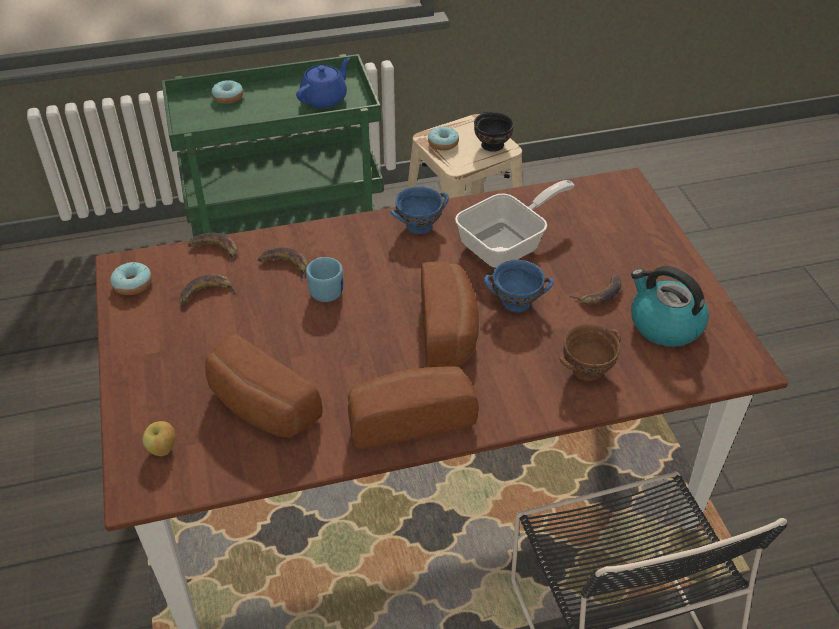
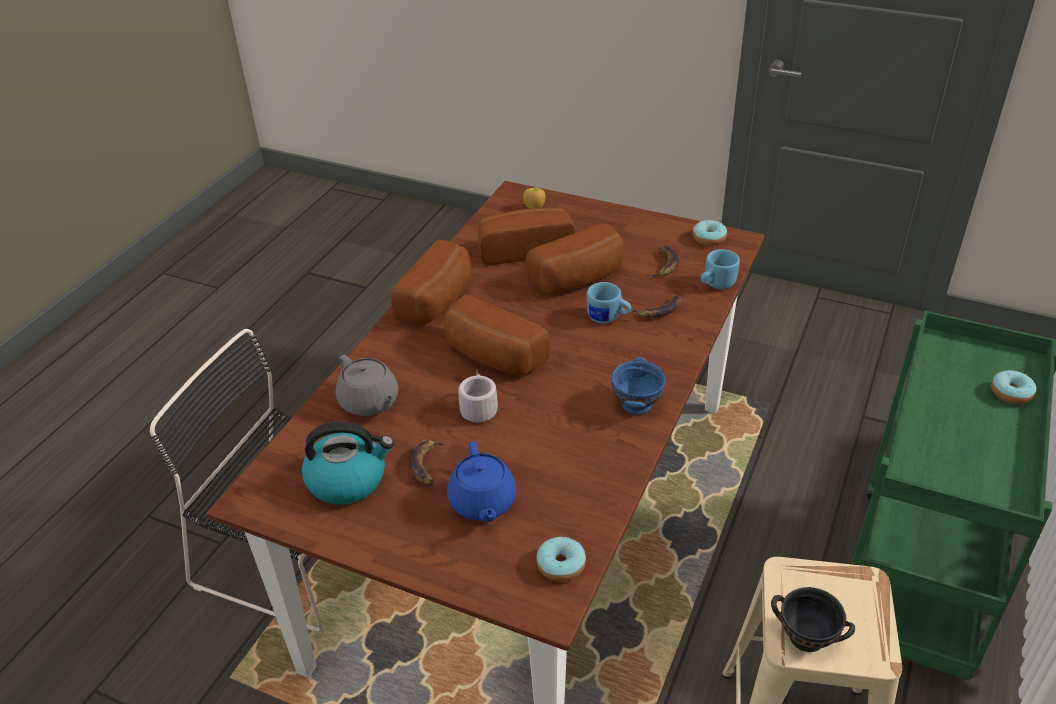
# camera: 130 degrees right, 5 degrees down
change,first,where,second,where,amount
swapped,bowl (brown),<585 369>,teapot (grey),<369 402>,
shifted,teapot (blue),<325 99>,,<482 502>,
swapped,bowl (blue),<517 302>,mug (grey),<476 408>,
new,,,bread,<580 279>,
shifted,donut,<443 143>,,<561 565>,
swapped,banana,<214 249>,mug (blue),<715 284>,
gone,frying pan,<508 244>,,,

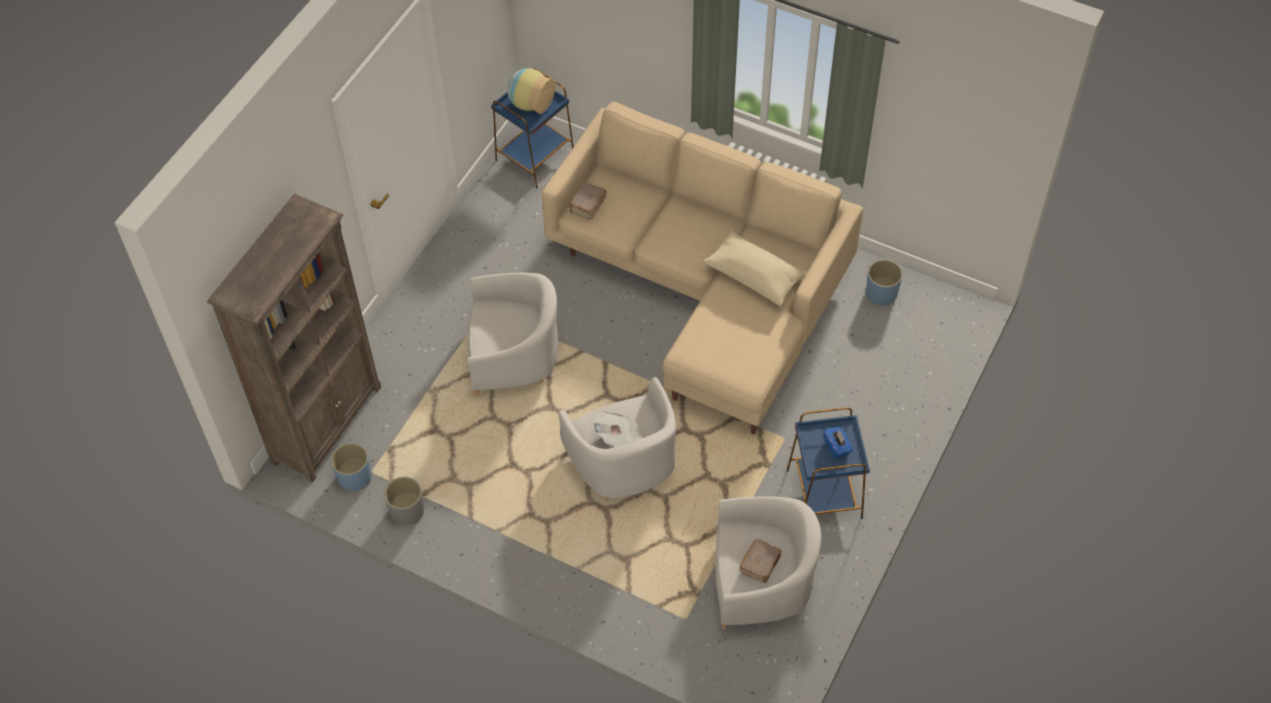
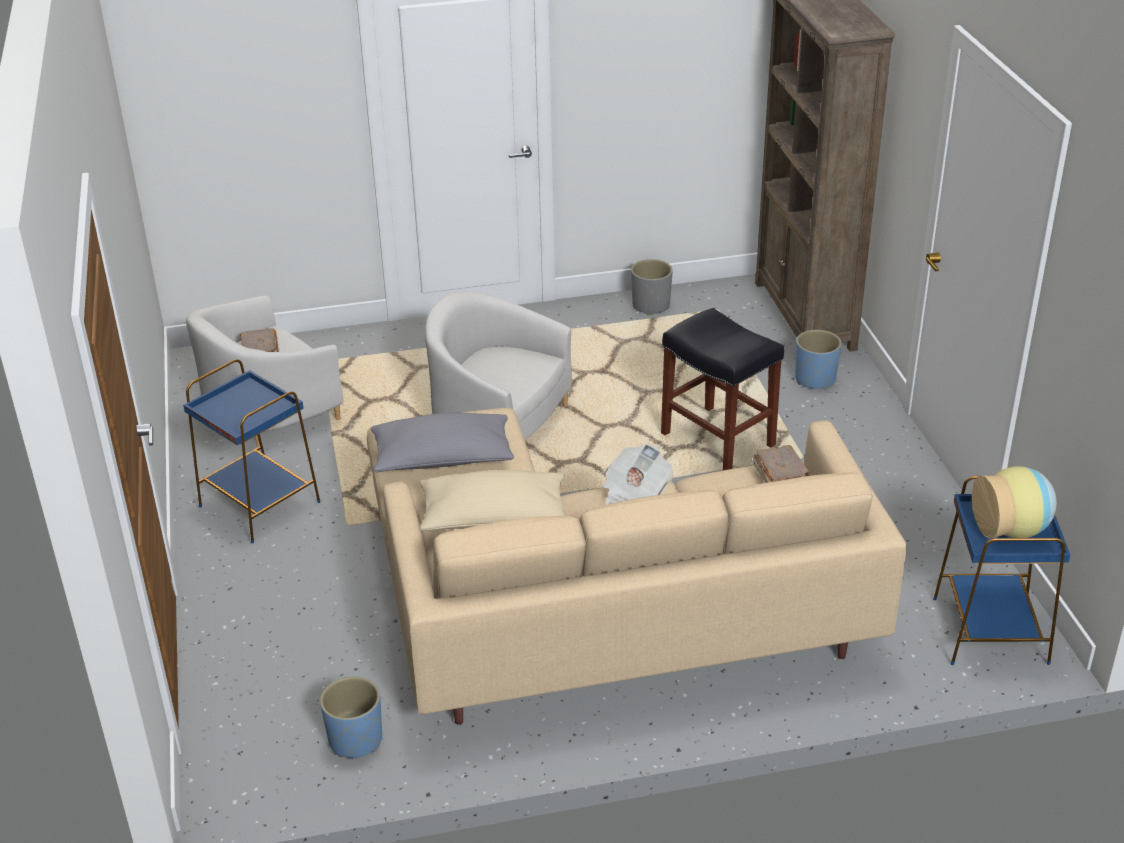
# camera: 140 degrees right, 20 degrees down
change,first,where,second,where,amount
new,,,pillow (grey),<443 459>,
shifted,newspaper,<617 436>,,<634 497>,
swapped,armchair (white),<513 357>,stool (black),<716 439>,
shifted,planter (blue),<354 477>,,<815 379>,
gone,tissue box (blue),<837 447>,,,

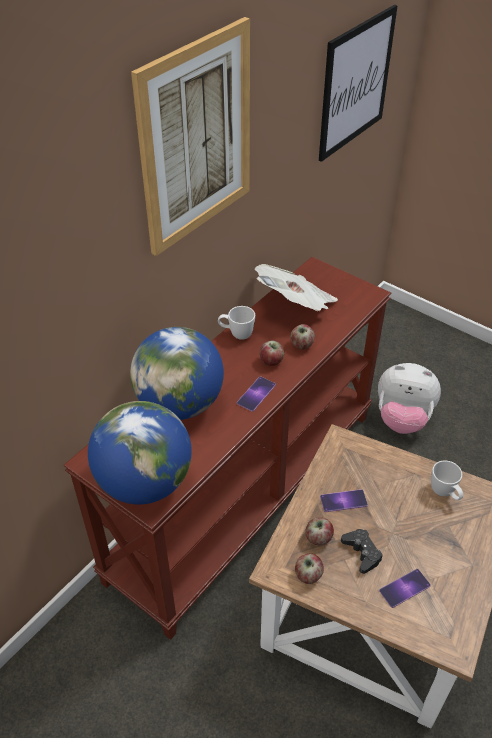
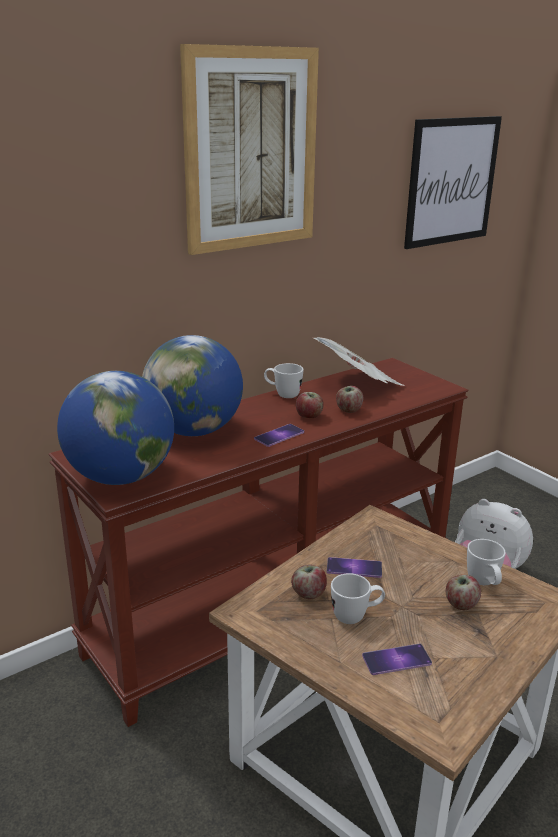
# camera: 15 degrees right, 20 degrees down
change,first,where,second,where,amount
swapped,game controller (black),<362 553>,mug (white),<356 616>,
shifted,apple,<308 575>,,<460 604>,

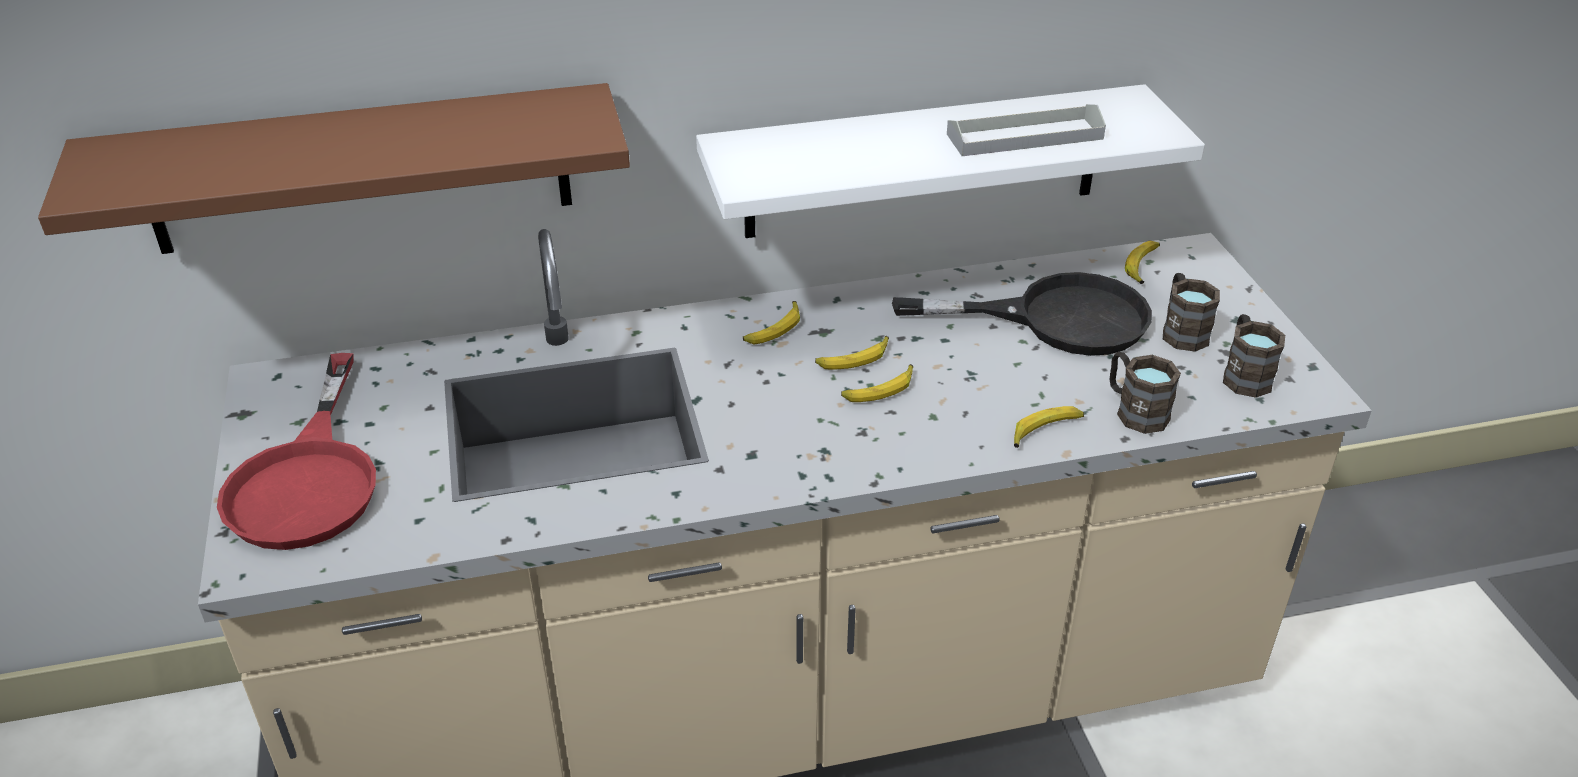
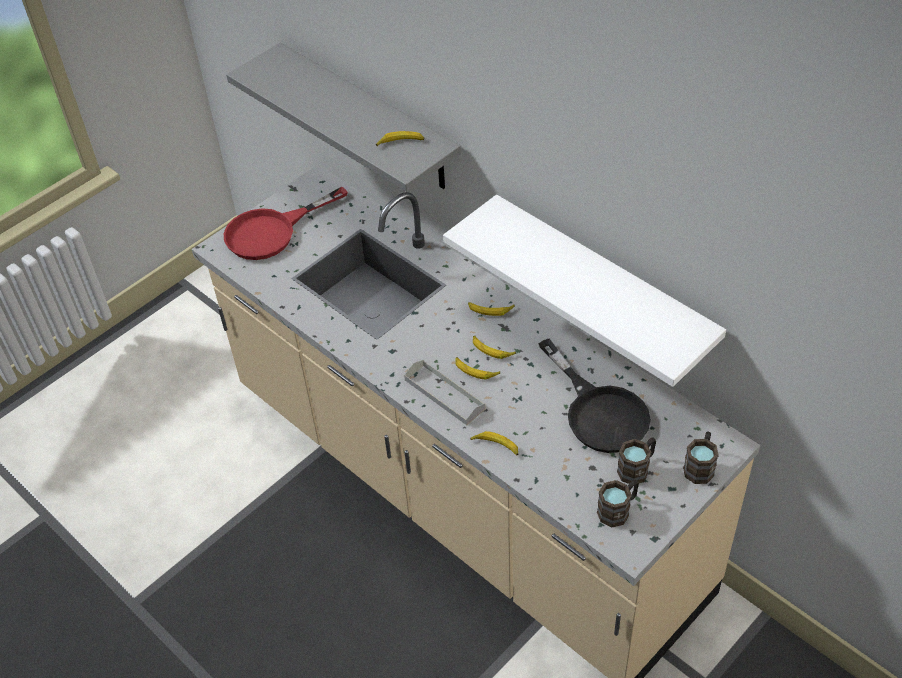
# camera: 60 degrees right, 10 degrees up
change,first,where,second,where,amount
repainted,shelf (brown),<359 169>,shelf (grey),<369 118>,
shifted,banana,<1142 266>,,<400 142>,
shifted,tray (grey),<1024 136>,,<444 394>,
shifted,mug (brown),<1134 410>,,<700 466>,

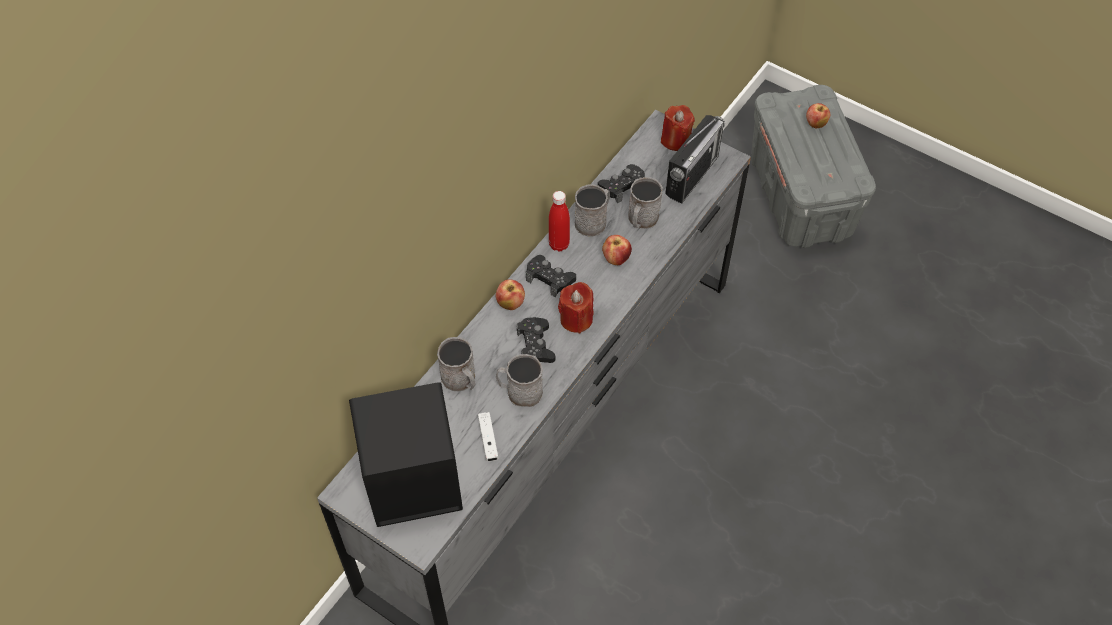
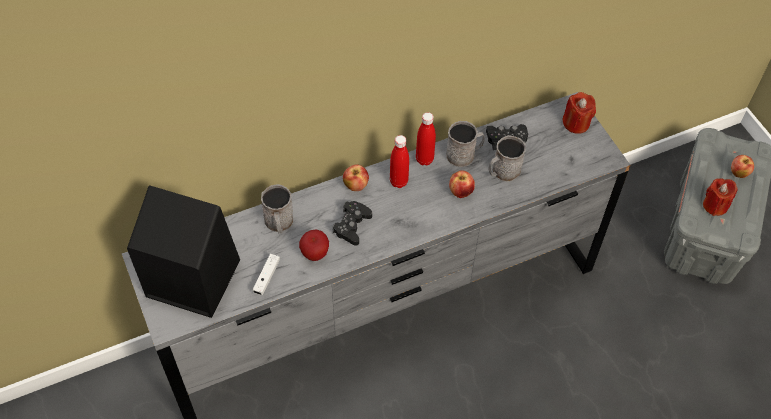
# camera: 30 degrees right, 0 degrees up
change,first,where,second,where,amount
swapped,mug (grey),<519 392>,apple,<315 254>,
swapped,game controller (black),<550 279>,bottle (red),<398 182>,
shifted,candle (red),<576 319>,,<715 205>,
gone,radio,<692 176>,,,

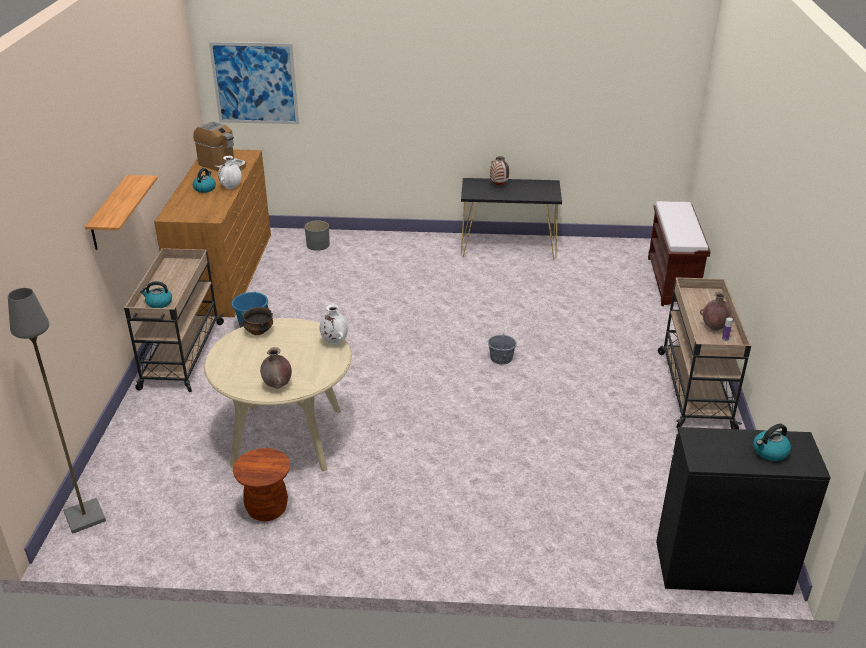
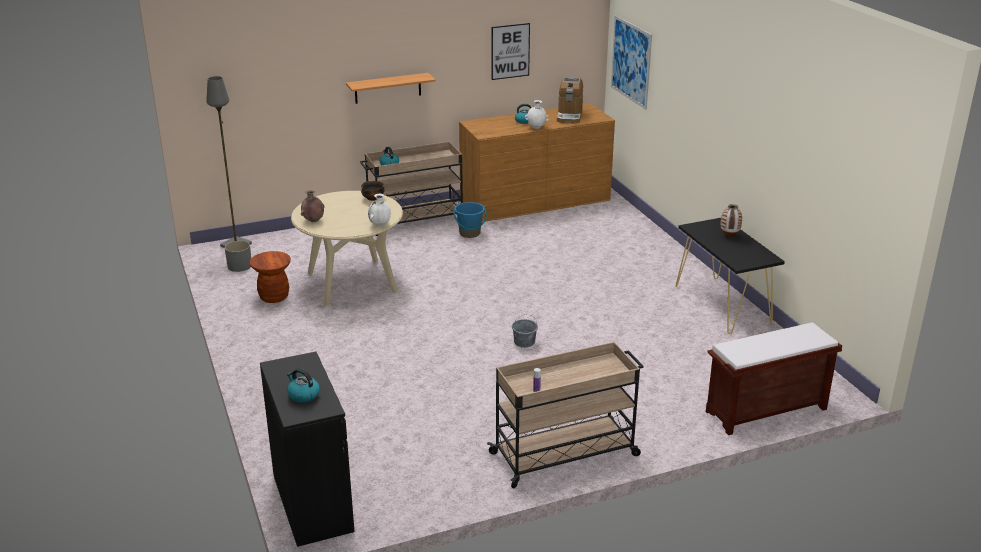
# camera: 65 degrees right, 5 degrees down
change,first,where,second,where,amount
shifted,planter (grey),<318 245>,,<240 266>,
new,,,picture,<510 51>,
gone,vase (brown),<714 328>,,,

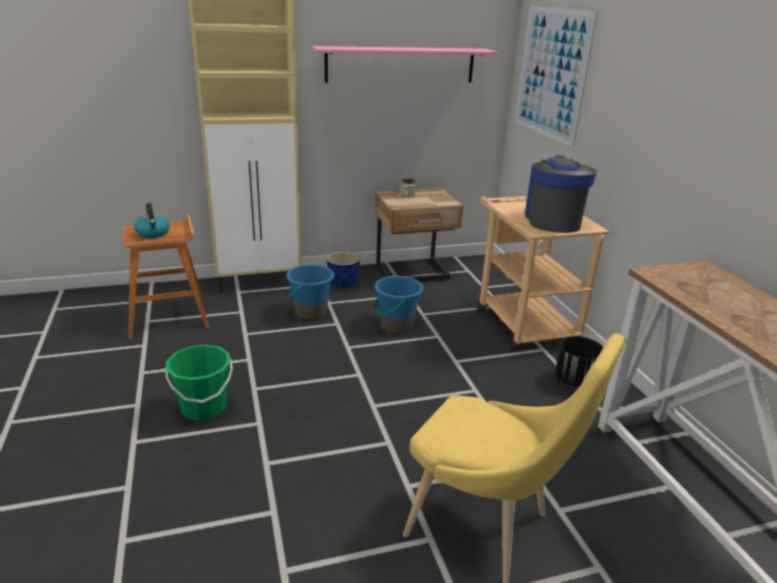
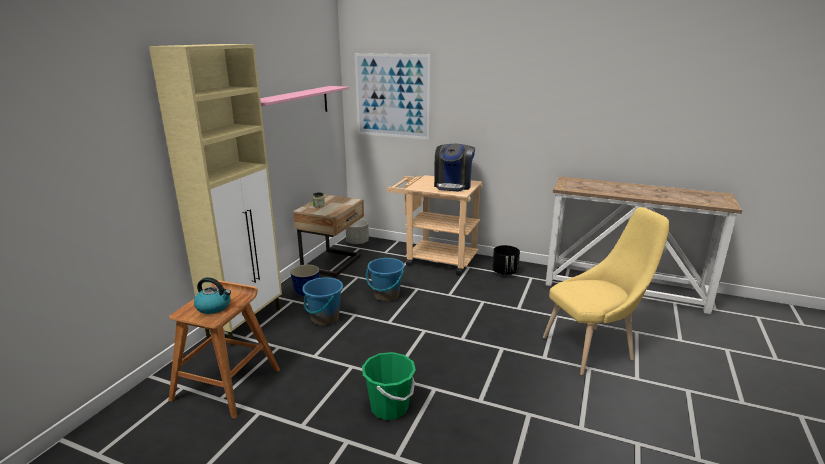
# camera: 50 degrees left, 5 degrees down
change,first,where,second,where,amount
new,,,planter (grey),<357 242>,
rotated,coffee machine,<553 220>,,<453 185>,120 degrees counterclockwise

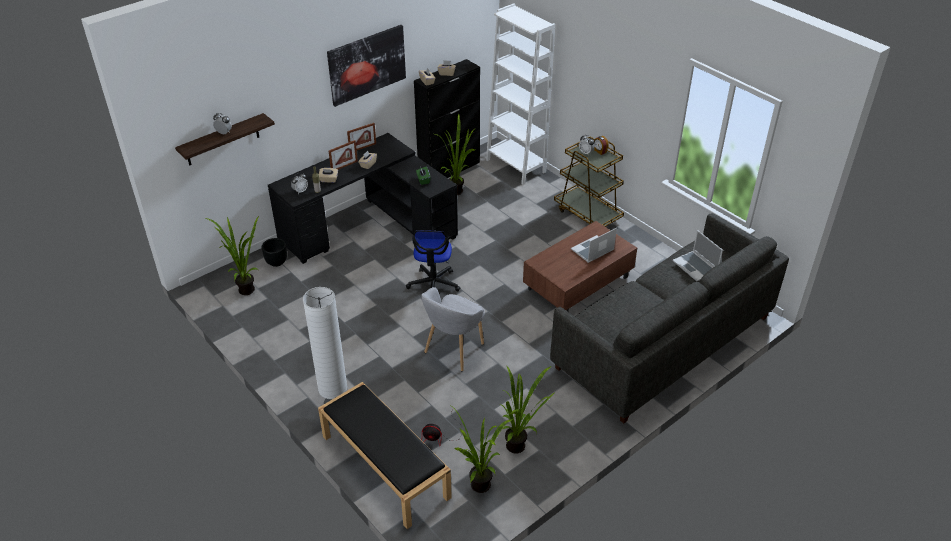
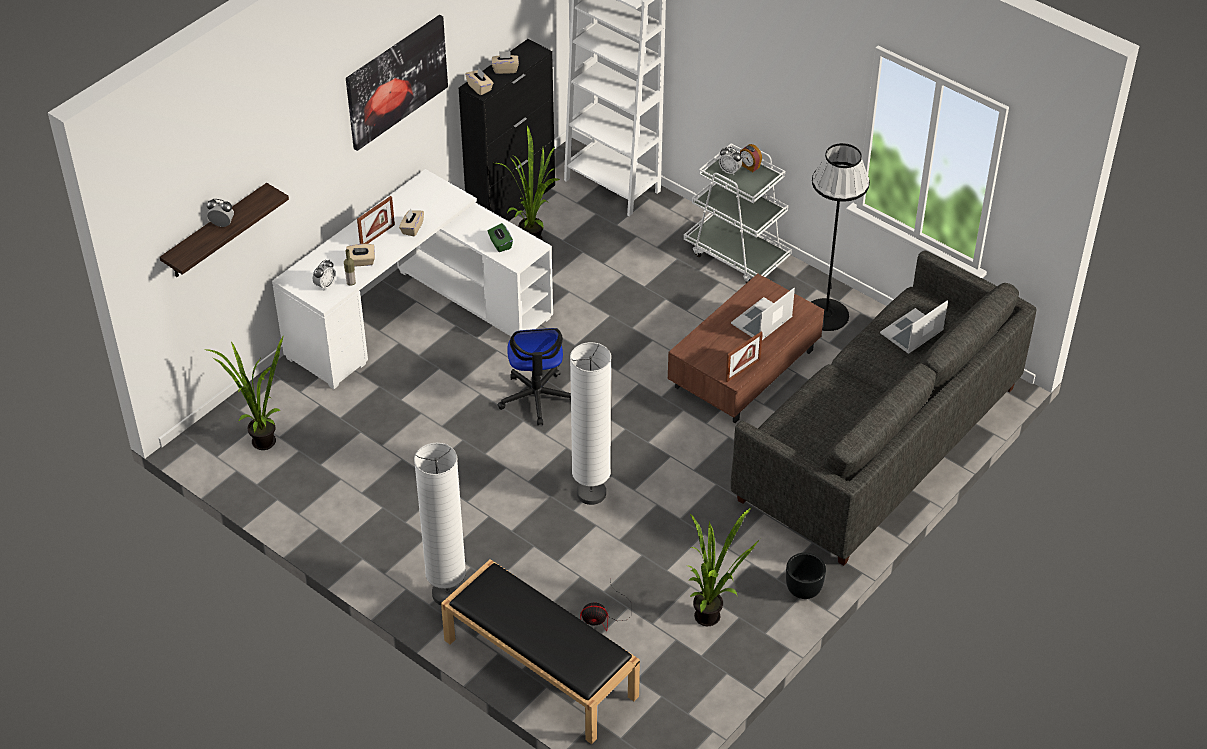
# camera: 10 degrees left, 5 degrees up
change,first,where,second,where,amount
repainted,desk (black),<369 226>,desk (white),<415 314>,
swapped,armchair (grey),<453 350>,floor lamp (white),<591 493>,
repainted,cart (brown),<588 214>,cart (white),<737 255>,
shifted,picture frame,<362 148>,,<743 370>,
shifted,planter (black),<276 262>,,<803 590>,
new,,,floor lamp (black),<826 314>,
rotated,laptop,<696 267>,,<912 333>,90 degrees clockwise
gone,potted plant,<480 489>,,,

